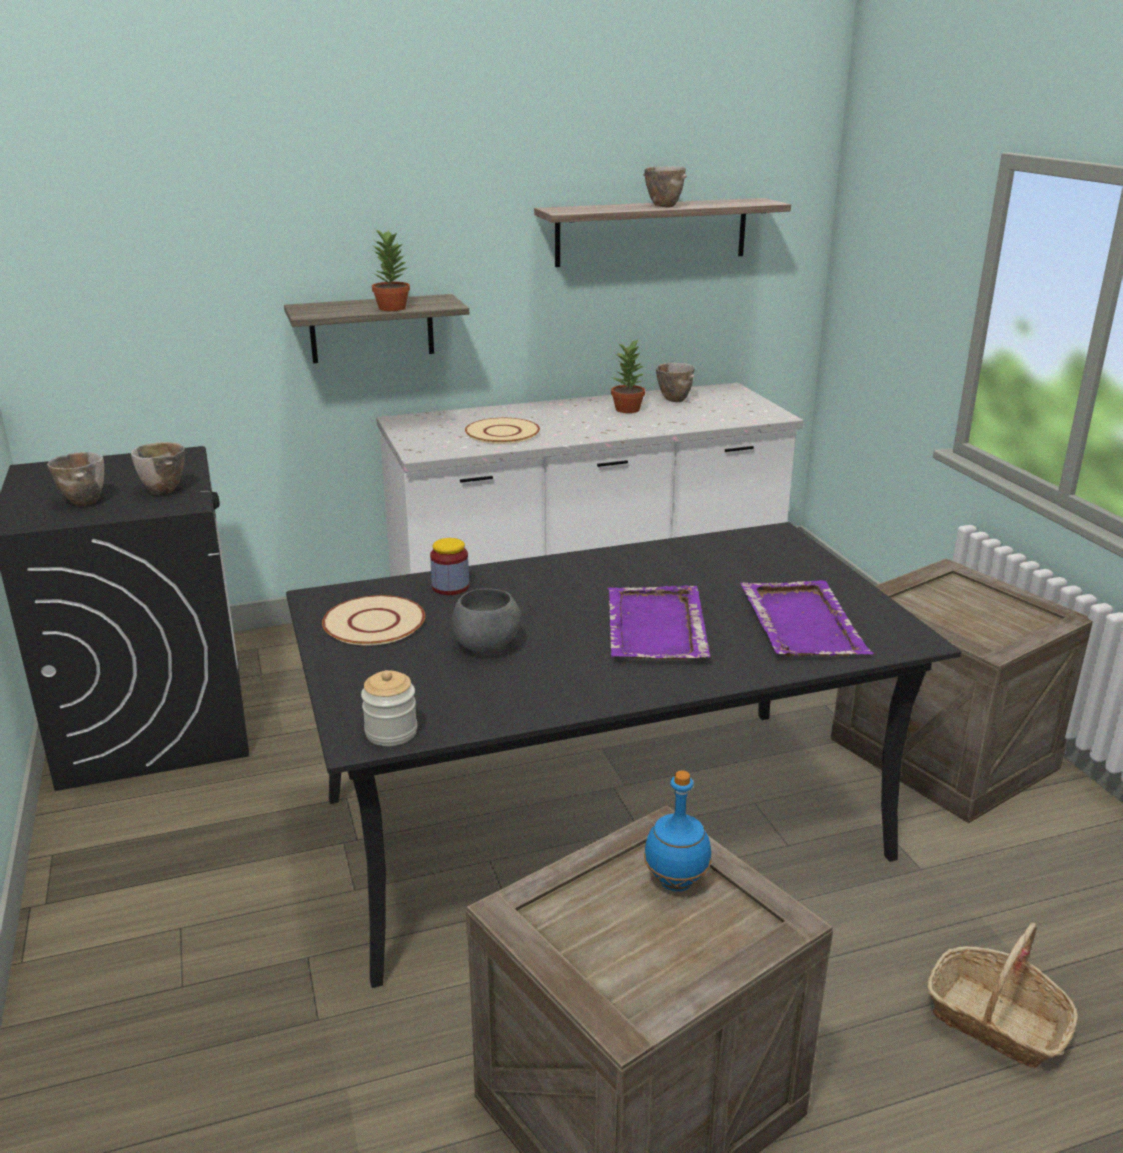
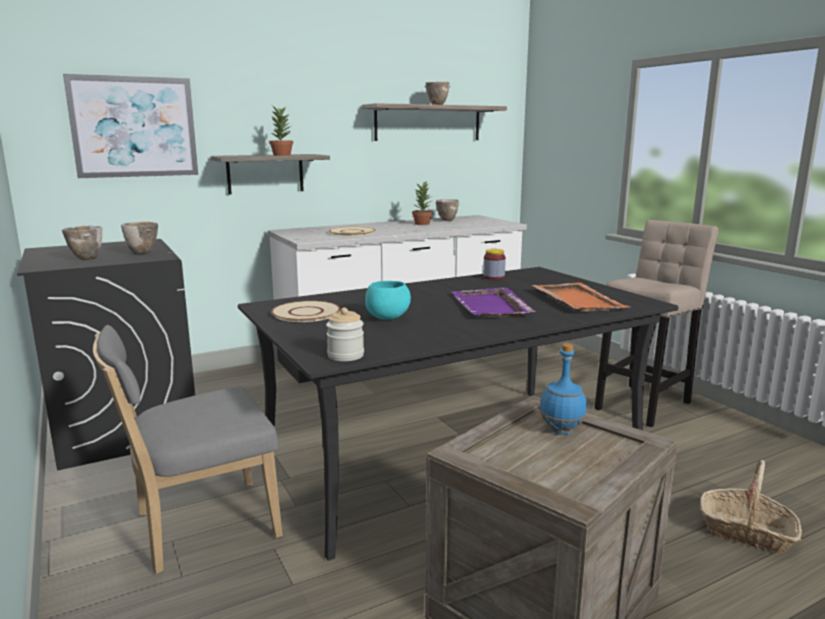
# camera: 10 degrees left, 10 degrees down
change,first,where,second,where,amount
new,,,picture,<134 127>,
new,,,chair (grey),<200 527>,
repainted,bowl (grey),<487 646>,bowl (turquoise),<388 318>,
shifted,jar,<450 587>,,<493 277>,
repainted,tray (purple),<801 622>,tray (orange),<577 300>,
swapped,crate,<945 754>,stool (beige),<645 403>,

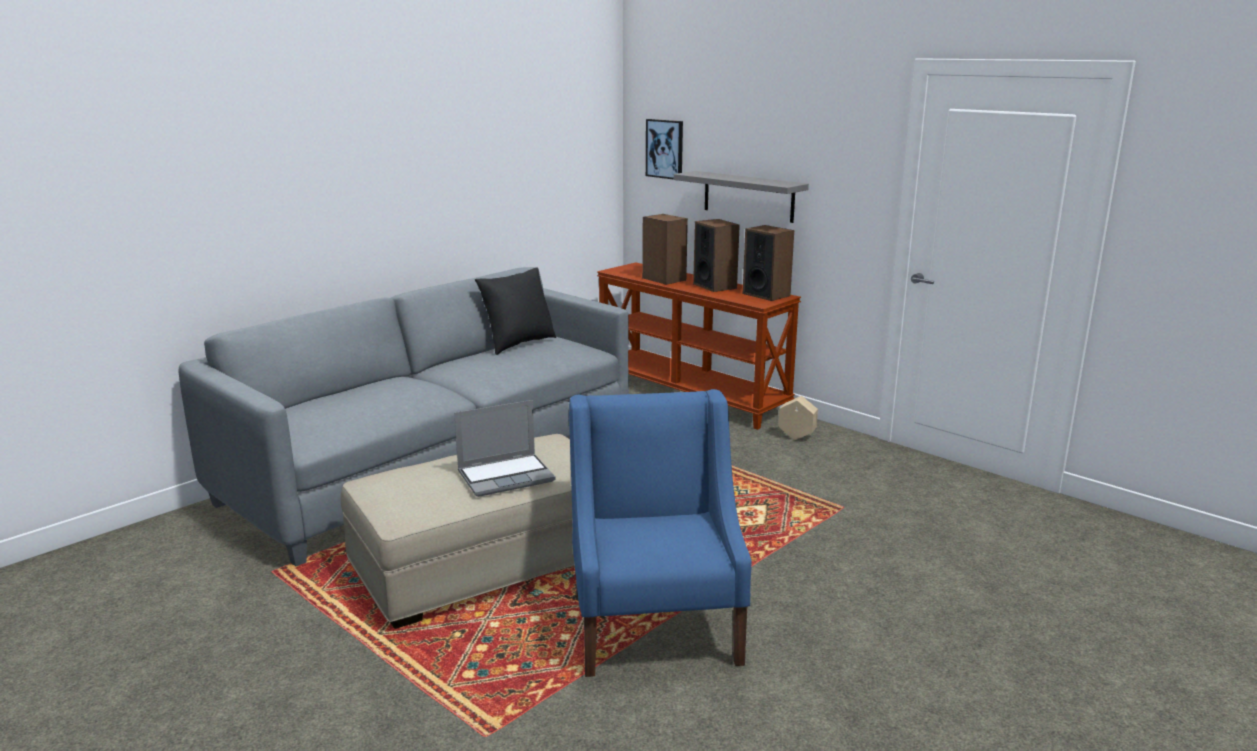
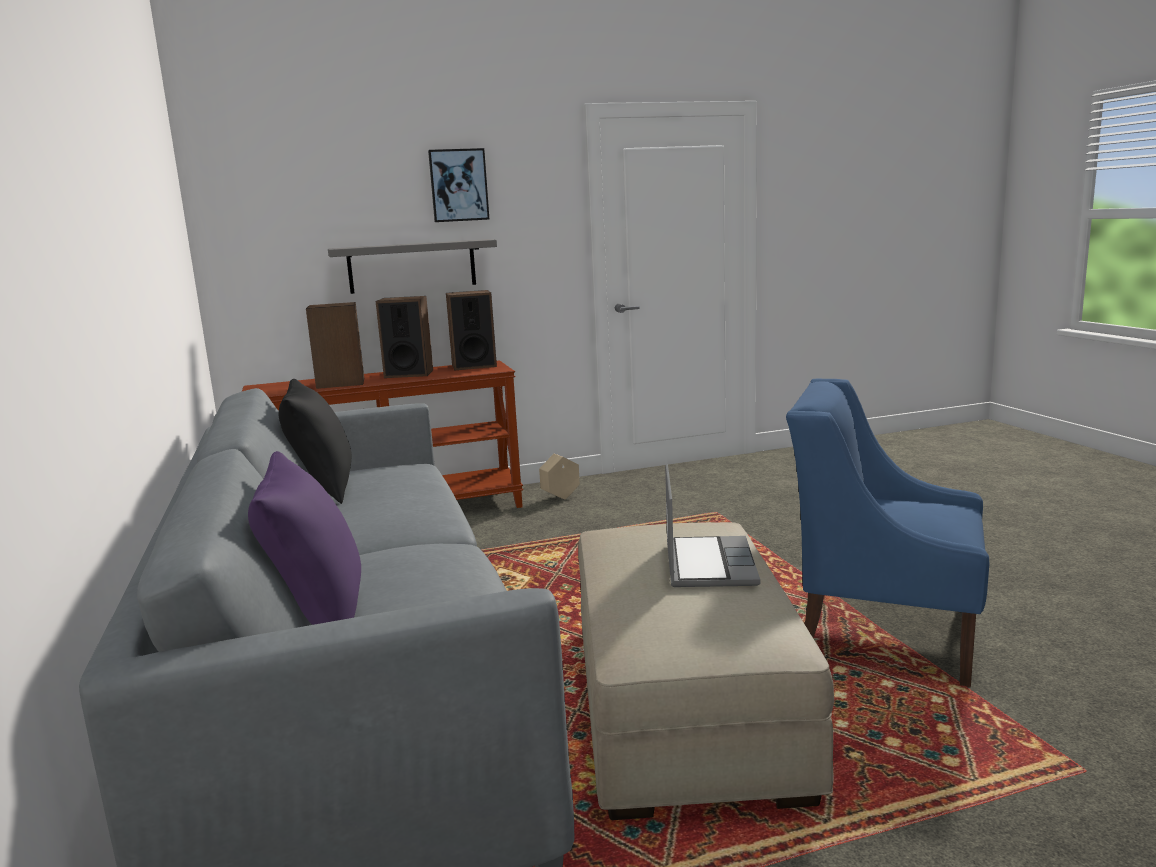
# camera: 60 degrees left, 5 degrees down
change,first,where,second,where,amount
new,,,pillow (purple),<318 619>,
shifted,picture,<665 149>,,<458 185>,

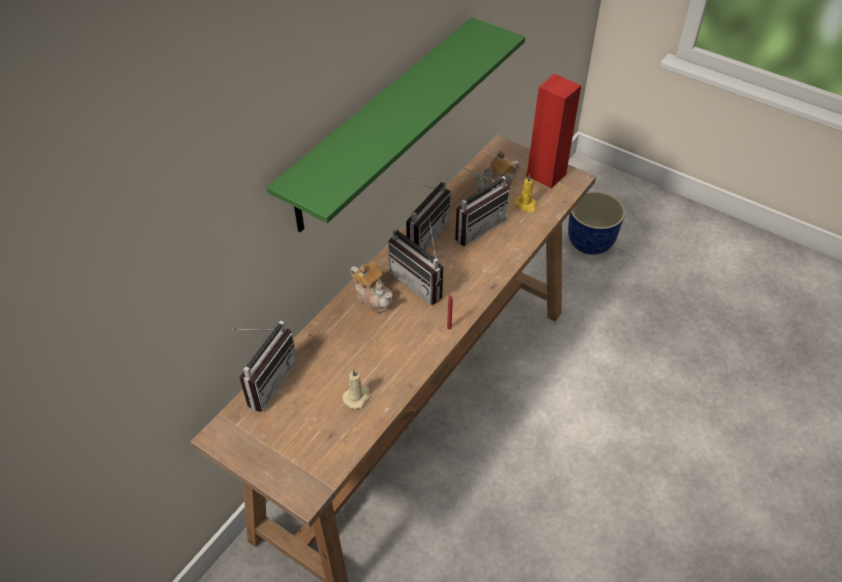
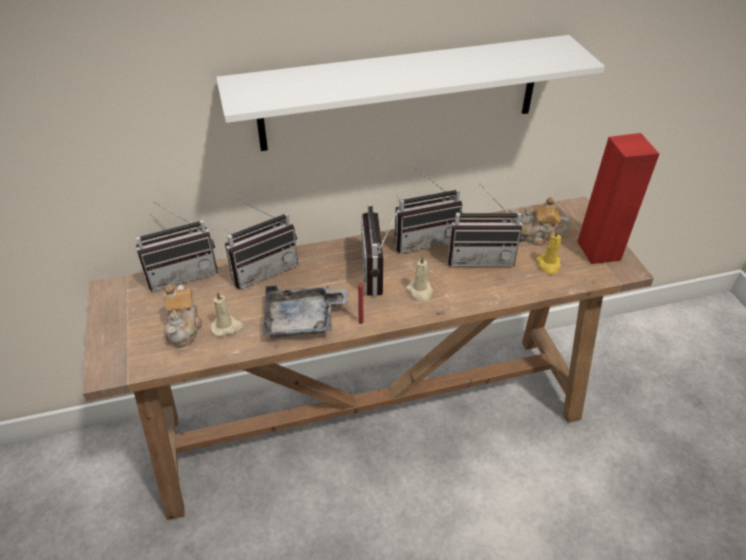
# camera: 40 degrees right, 5 degrees down
change,first,where,second,where,amount
shifted,teapot,<373 297>,,<184 327>,
repainted,shelf (green),<381 124>,shelf (white),<400 93>,
new,,,radio,<263 269>,
new,,,tray (grey),<303 320>,
new,,,candle (beige),<420 292>,
gone,planter,<590 243>,,,

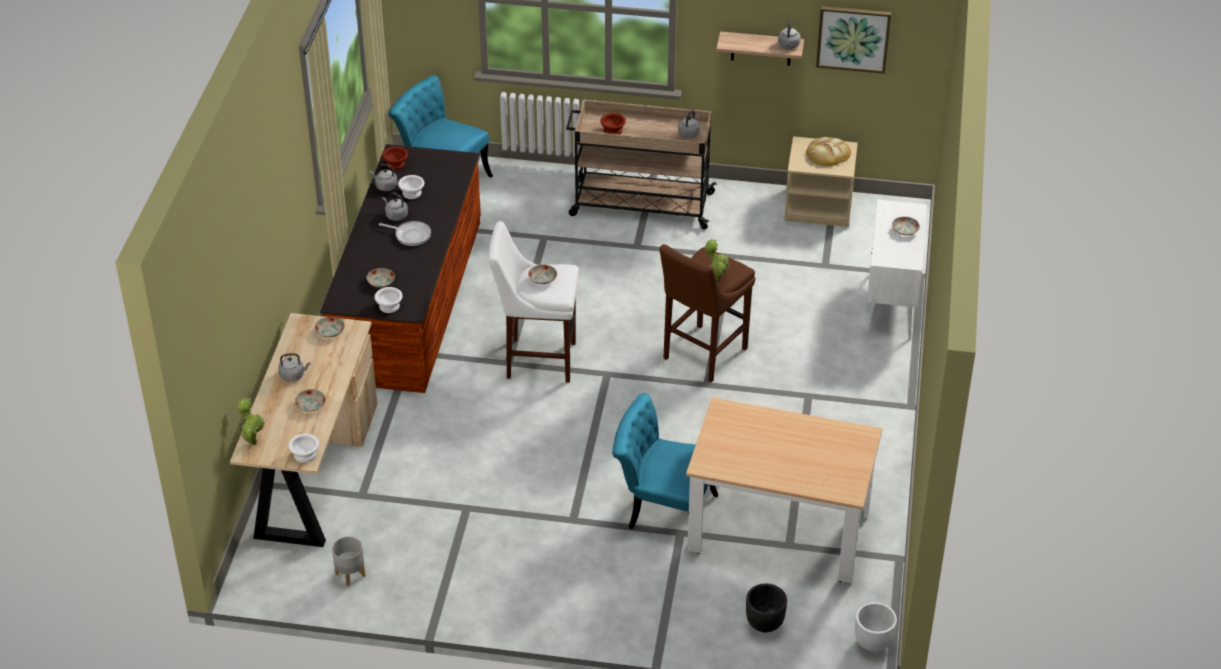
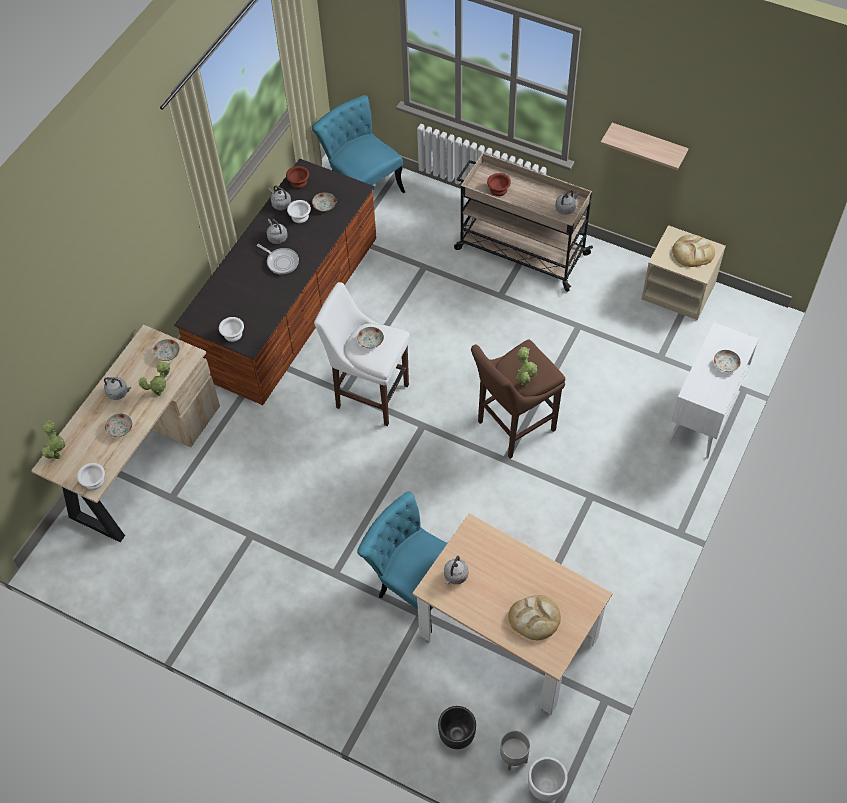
# camera: 20 degrees right, 15 degrees up
change,first,where,second,where,amount
new,,,potted plant,<160 392>,
shifted,plate,<380 282>,,<324 205>,
shifted,kettle (grey),<788 46>,,<455 576>,
shifted,planter (grey),<350 575>,,<513 757>,
new,,,bread,<534 618>,
gone,picture,<853 38>,,,

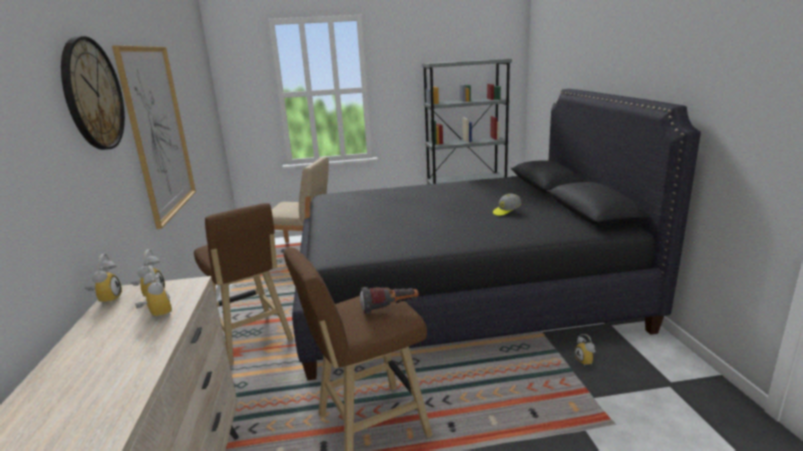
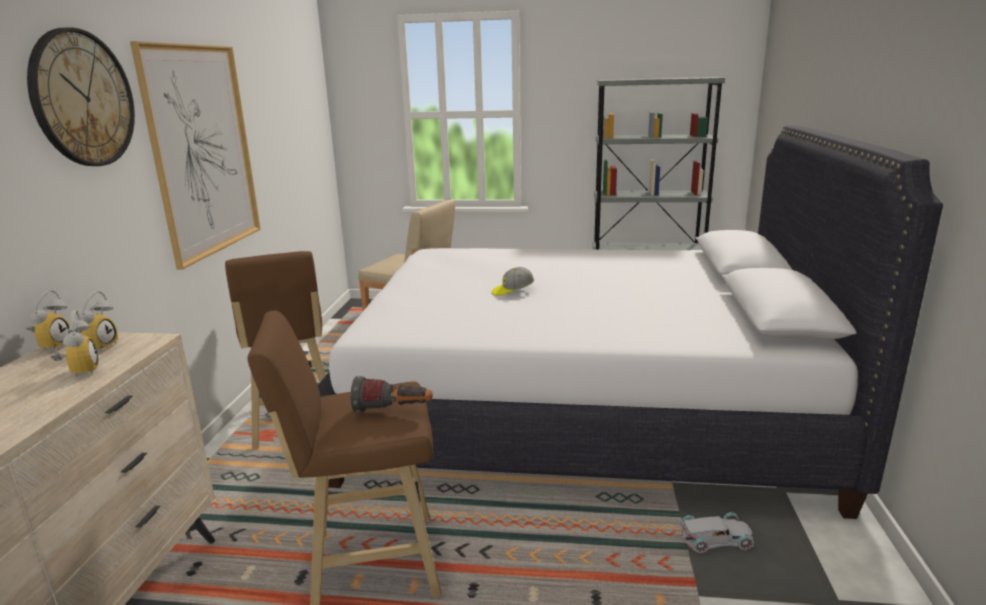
# camera: 15 degrees right, 0 degrees up
change,first,where,second,where,amount
repainted,bed (black),<459 295>,bed (white),<581 409>,
shifted,cap,<506 211>,,<512 291>,
swapped,alarm clock,<586 361>,toy car (white),<717 539>,

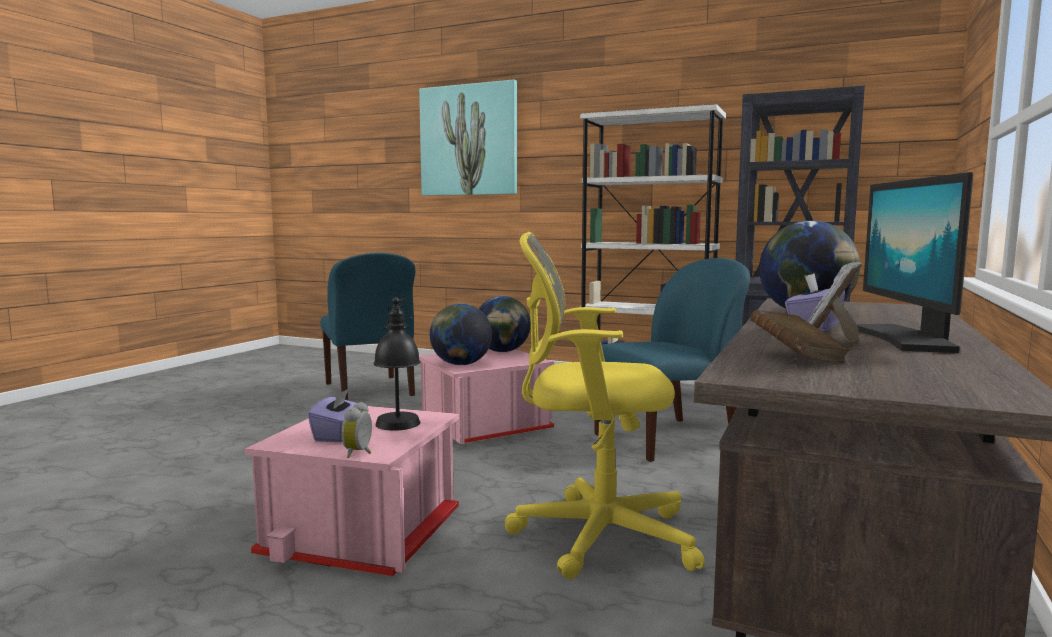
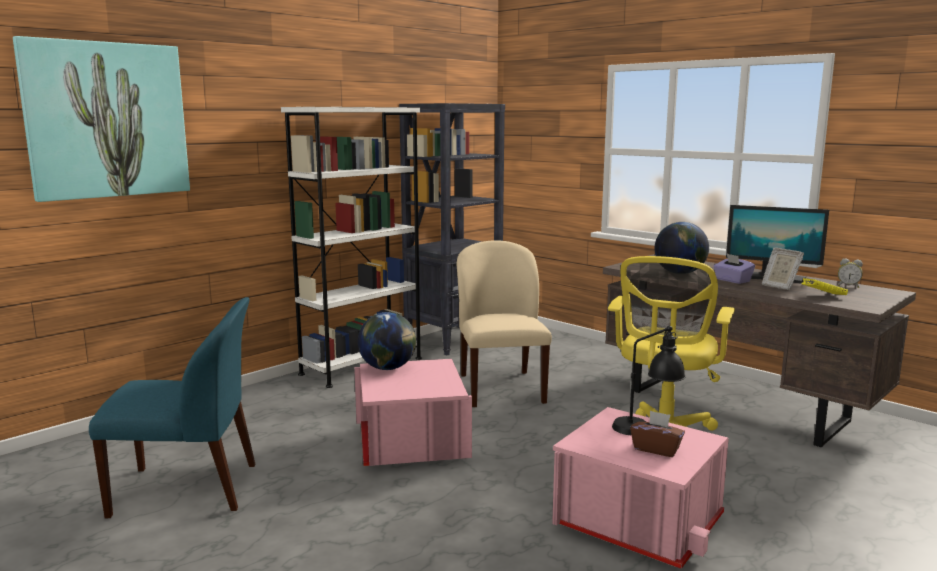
# camera: 70 degrees left, 5 degrees up
change,first,where,second,where,amount
repainted,chair (blue),<668 439>,chair (beige),<500 388>,
repainted,tissue box (purple),<339 435>,tissue box (brown),<656 449>,
repainted,book (brown),<797 357>,book (yellow),<823 296>,
shifted,alarm clock,<360 453>,,<848 286>,
gone,globe,<460 364>,,,

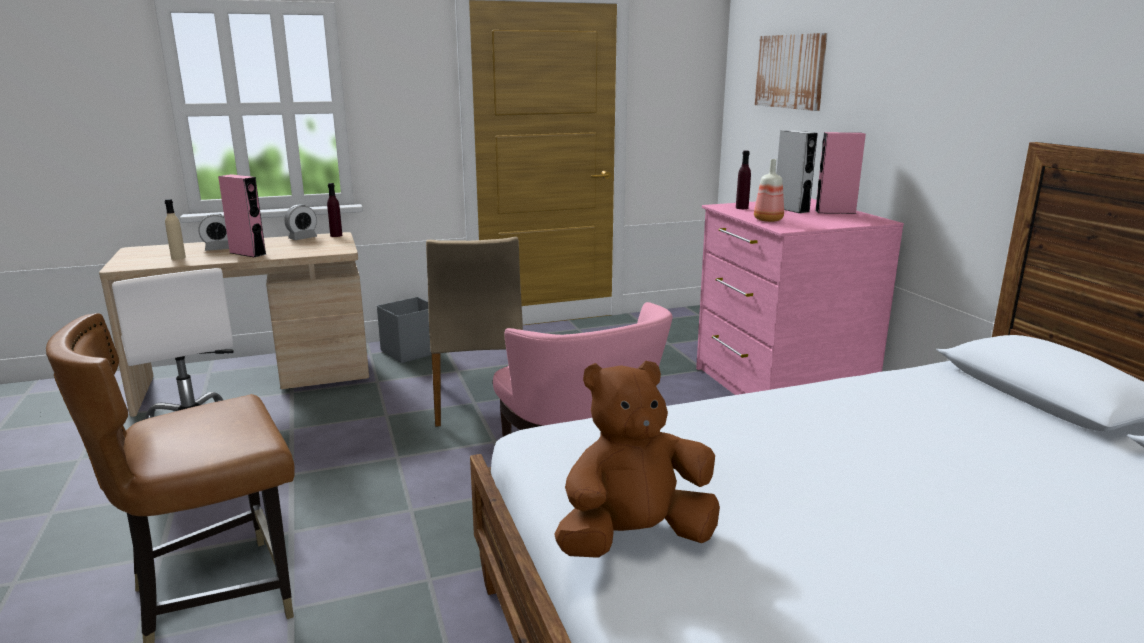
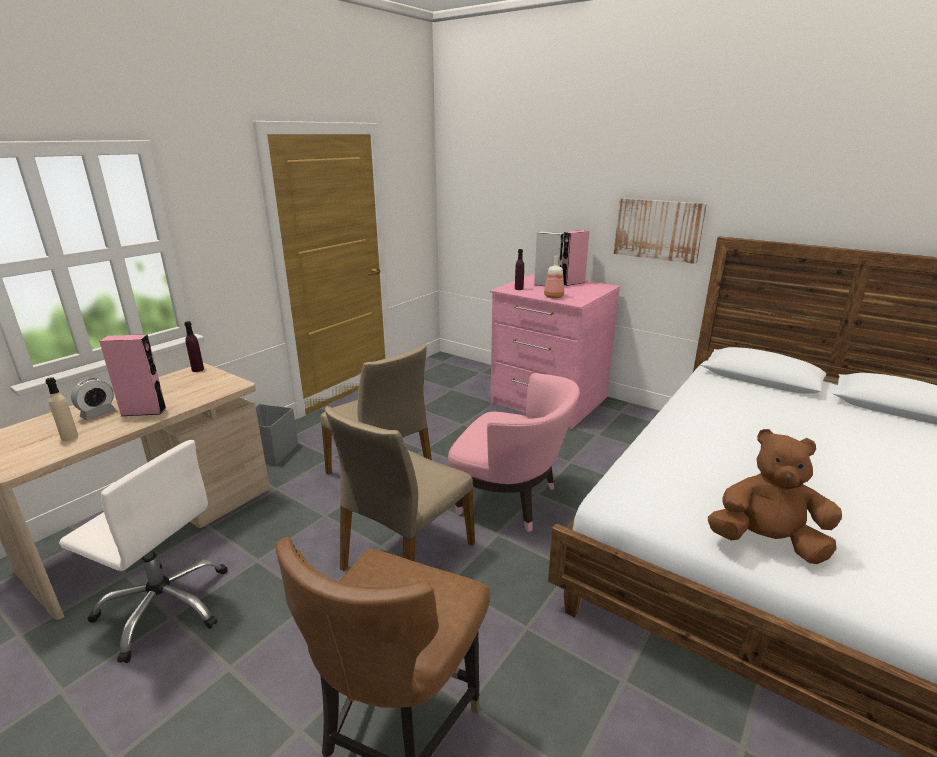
# camera: 35 degrees left, 5 degrees up
change,first,where,second,where,amount
new,,,chair (beige),<406 556>,
shifted,picture,<790 71>,,<658 229>,
rotated,plush toy (brown),<635 539>,,<766 542>,75 degrees clockwise
gone,alarm clock,<302 238>,,,

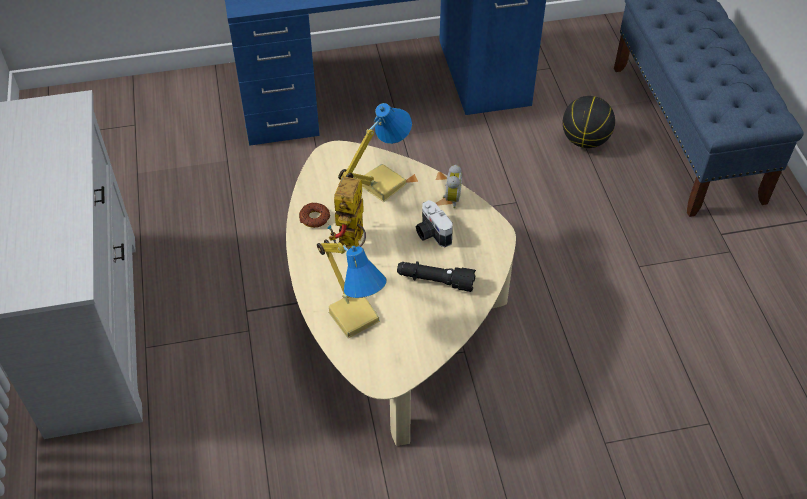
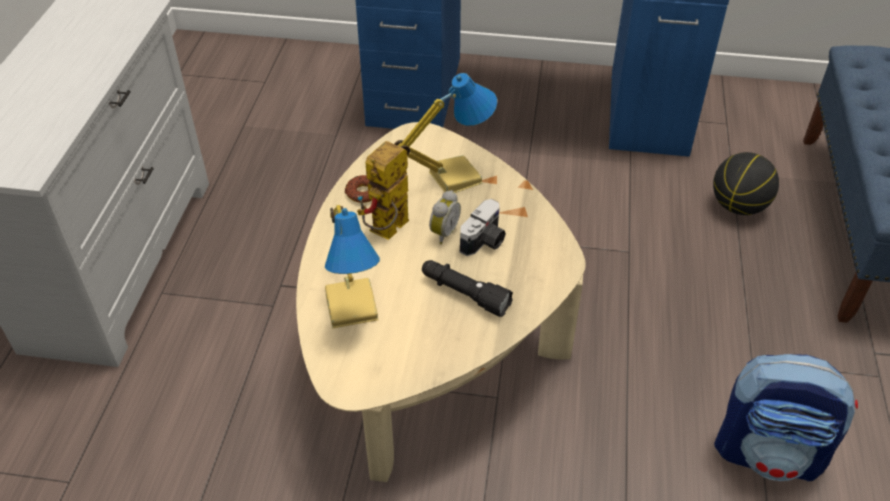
# camera: 20 degrees right, 5 degrees down
change,first,where,second,where,amount
shifted,alarm clock,<451 198>,,<443 232>,
rotated,photo camera,<431 233>,,<485 241>,135 degrees counterclockwise
new,,,backpack,<769 453>,

